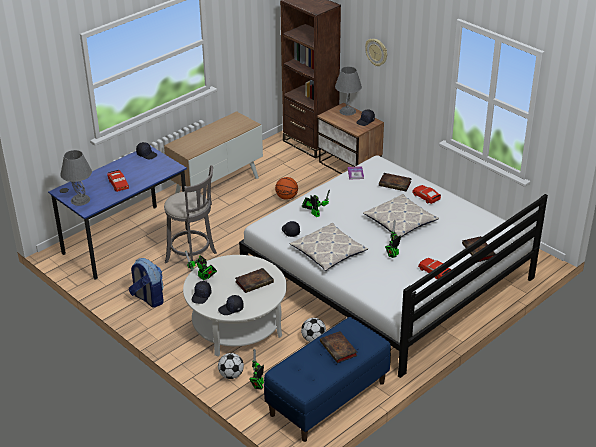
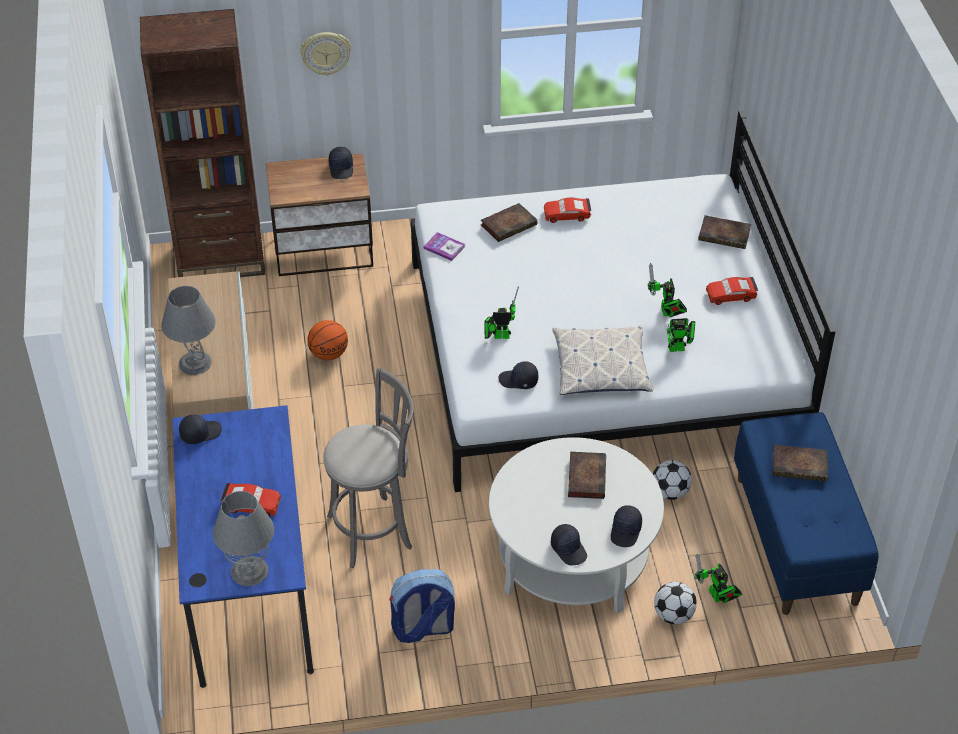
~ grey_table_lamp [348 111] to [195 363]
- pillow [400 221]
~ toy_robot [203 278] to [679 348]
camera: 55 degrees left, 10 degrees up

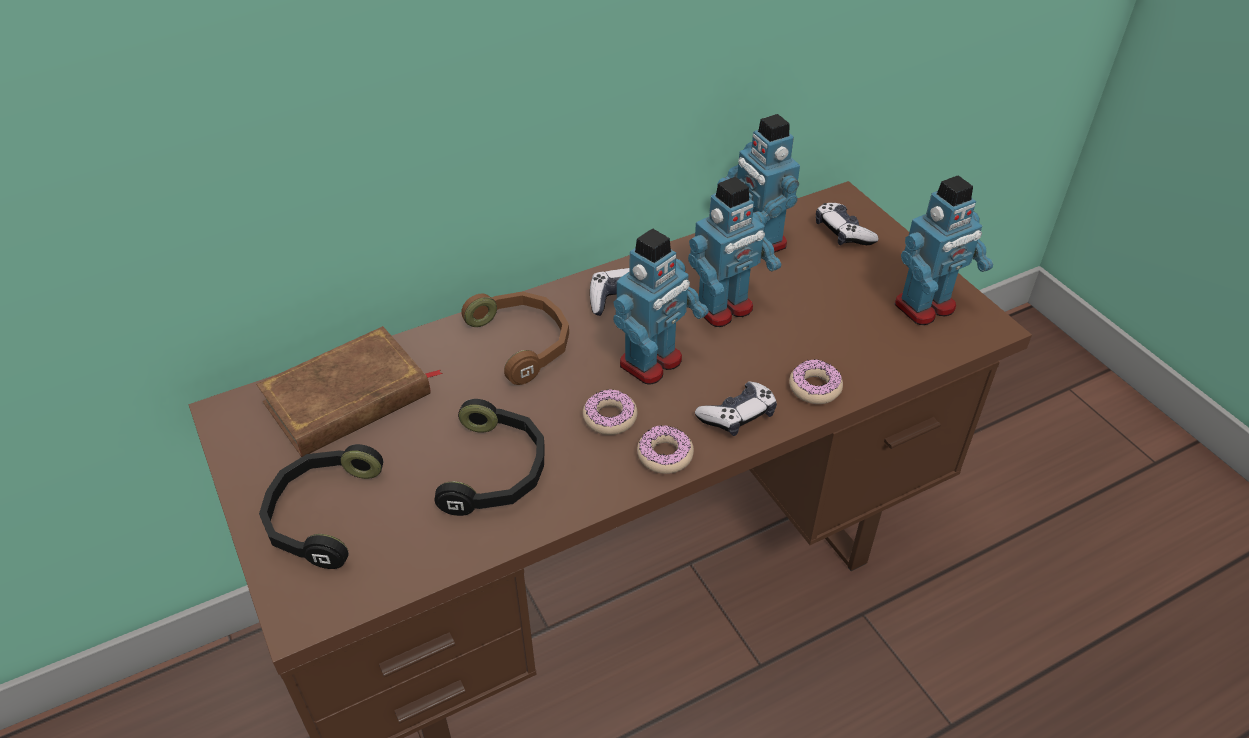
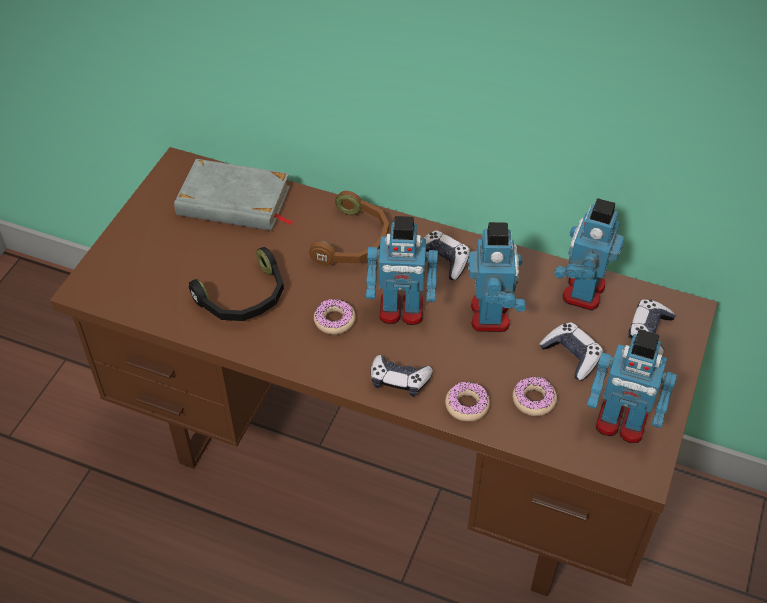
~ toy_robot [724 309] = [491 315] 105 degrees counterclockwise
~ brown_book [348 399] to grey_book [234 202]
~ donut [665 455] to [533 400]
- black_headphones [321 514]
+ game_controller [571 356]
camera: 50 degrees right, 5 degrees up

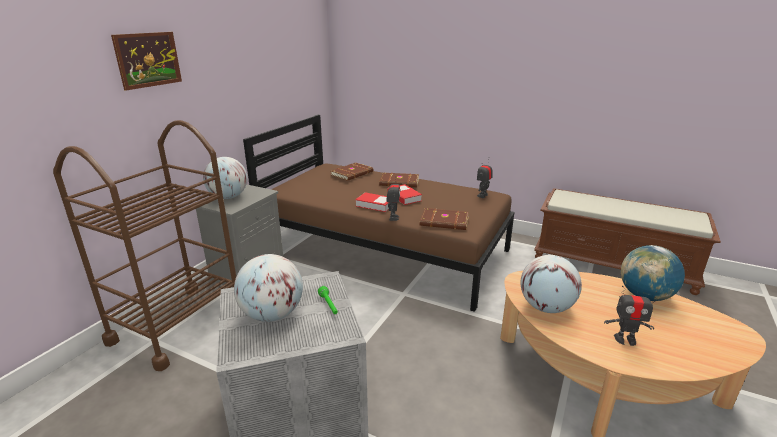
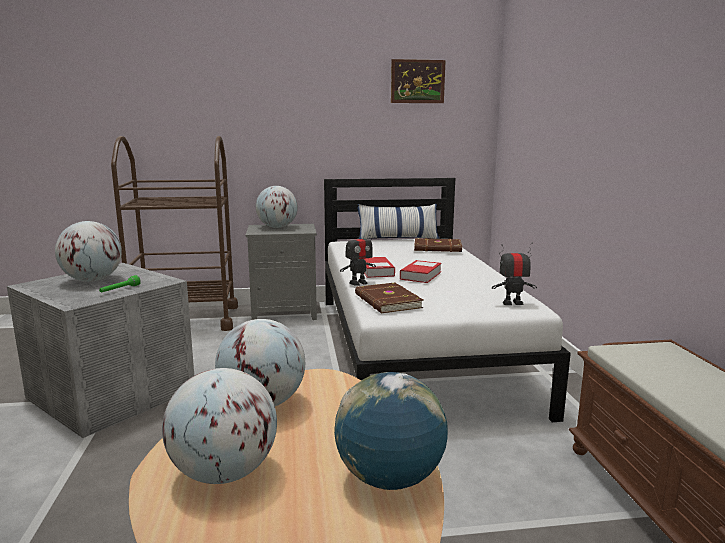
~ picture [148 59] to [417 81]
~ brown_bed [384 249] to white_bed [416 348]
- brown_book [399 182]
~ toy_robot [625 339] to globe [224 473]
+ pillow [397 239]
camera: 55 degrees right, 10 degrees down

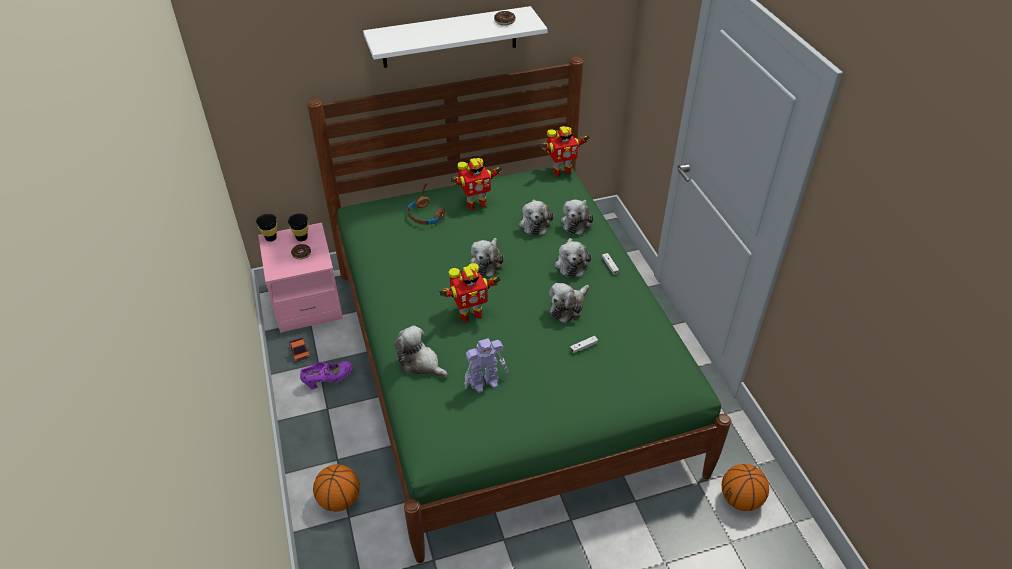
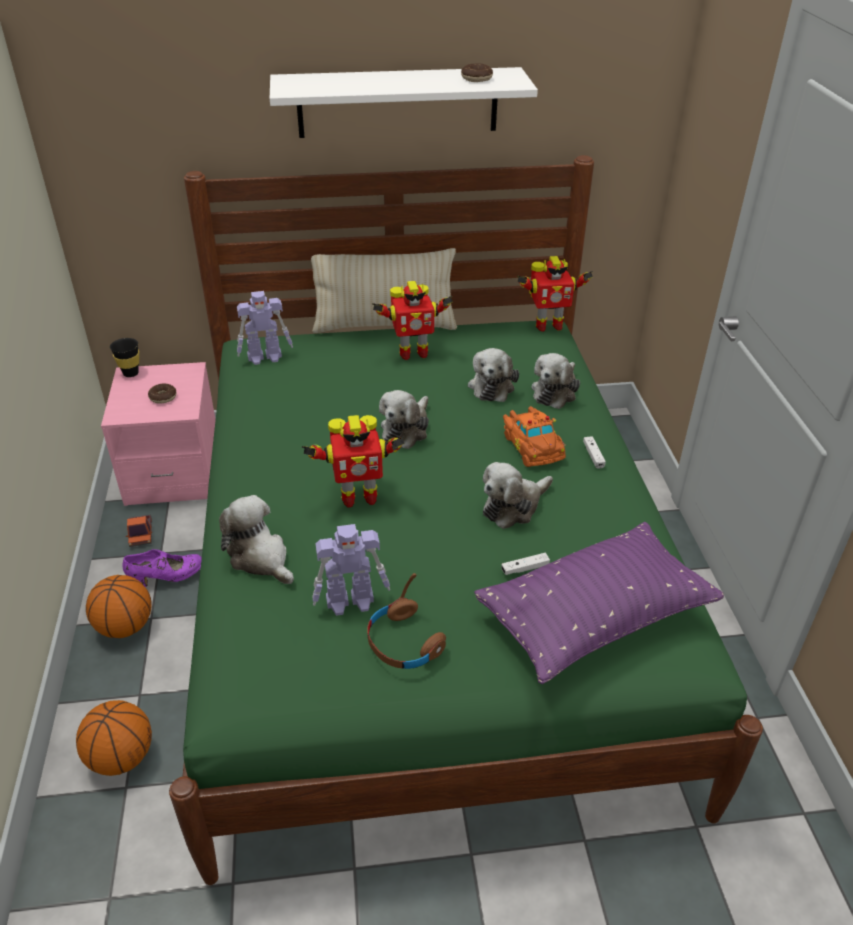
~ brown_headphones [425 216] to [403 643]
- black_cup [302 238]
~ plush_toy [571 263] to orange_toy_car [533 445]
~ basketball [740 499] to [125 626]
+ beige_pillow [384 325]
+ toy_robot [266 357]
+ purple_pillow [594 617]
camera: 10 degrees right, 5 degrees down

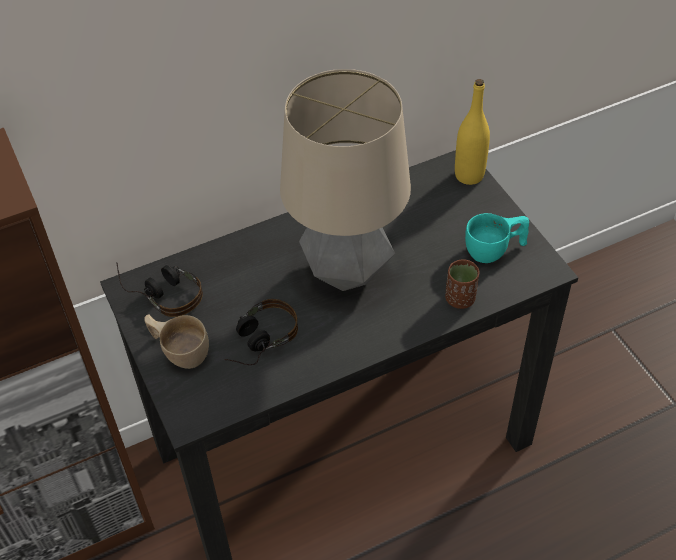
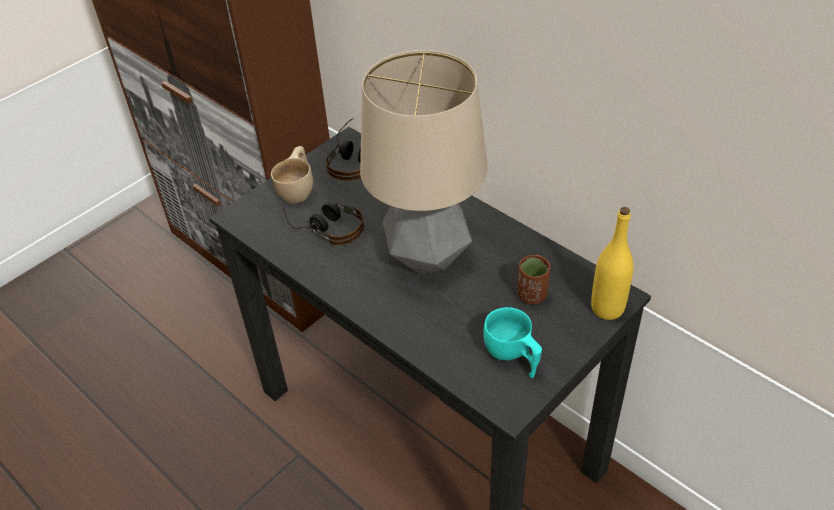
~ brown_cup [460 299] to [532 295]
camera: 70 degrees right, 5 degrees down

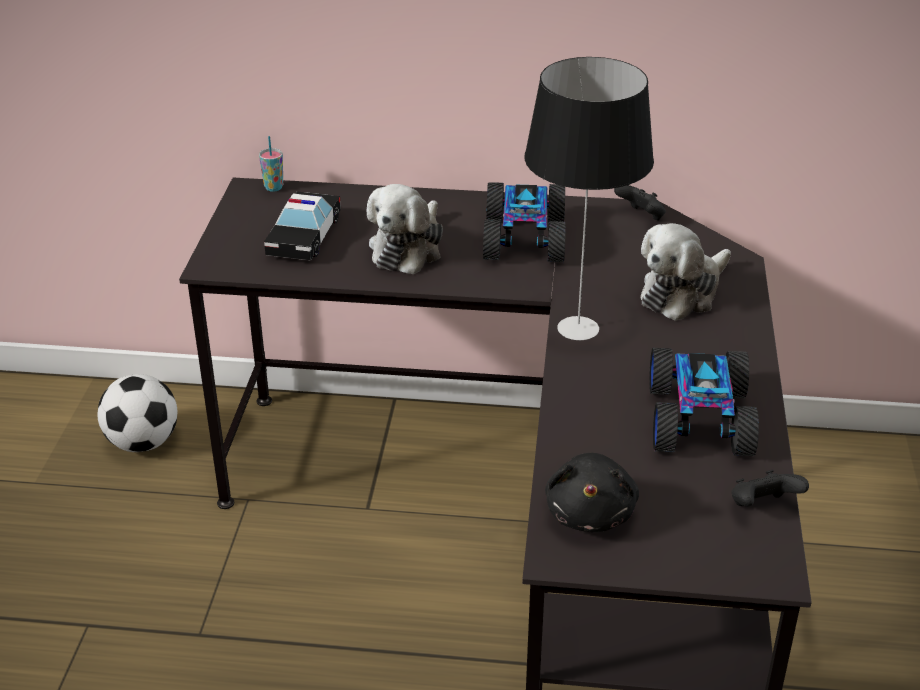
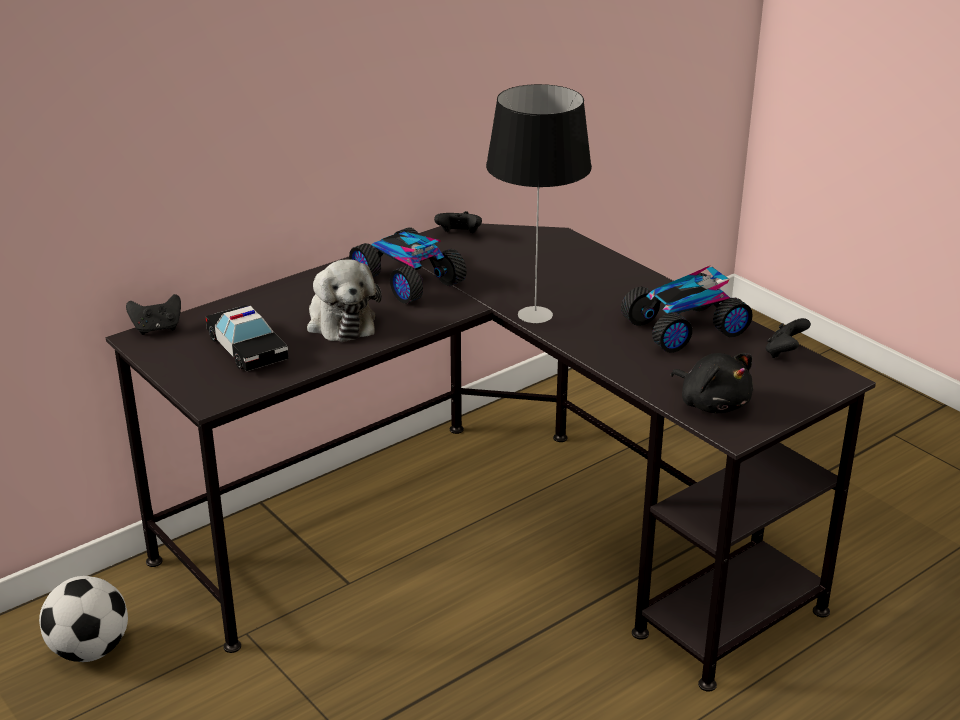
~ cup [274 187] to black_game_controller [157 329]
- plush_toy [682 293]
~ toy_car [701 419] = [683 327] 75 degrees counterclockwise
camera: 45 degrees left, 5 degrees down

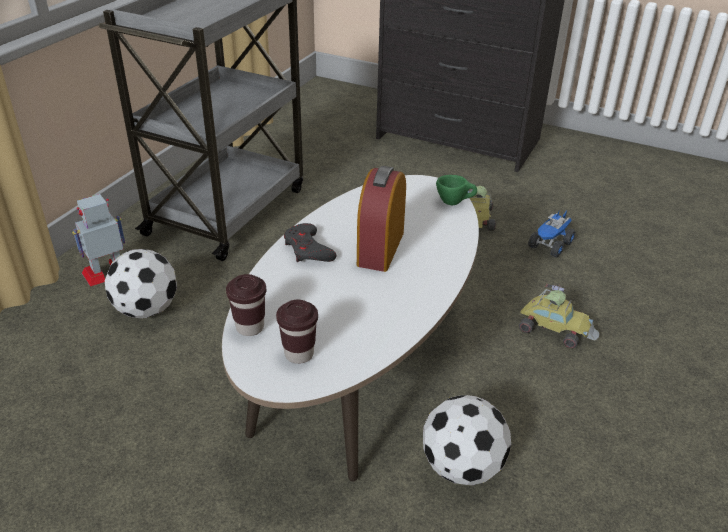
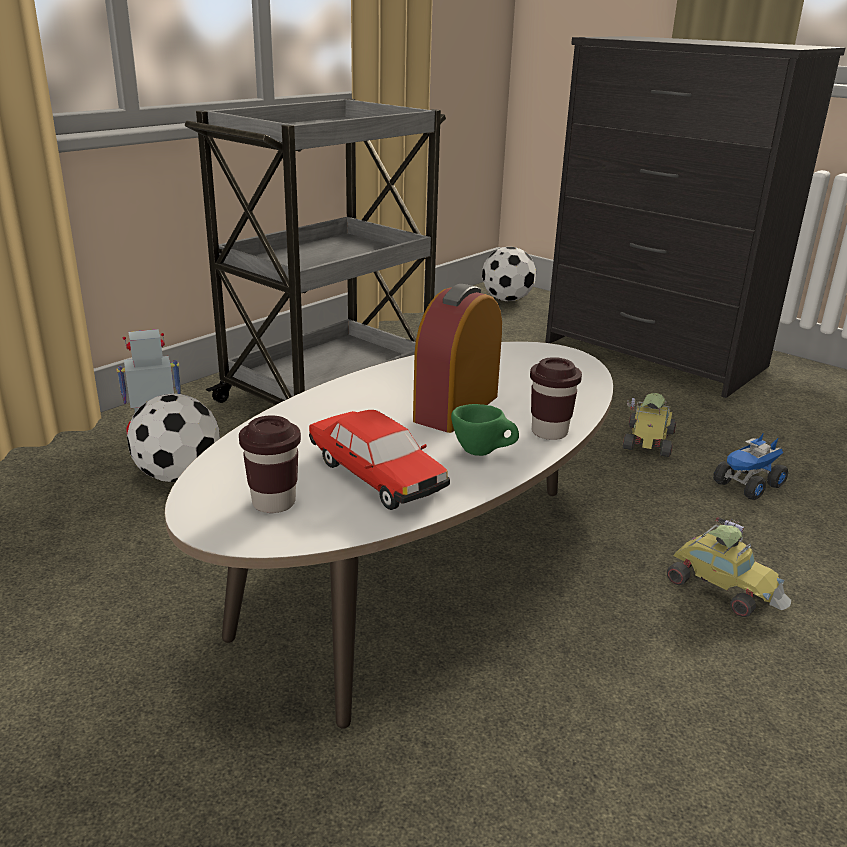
~ green_cup [454 202] to [484 452]
- grey_game_controller [308 249]
~ brown_cup [250 327] to [549 432]
~ football [461 466] to [507 299]
+ toy_car [375 475]
camera: 15 degrees right, 10 degrees down

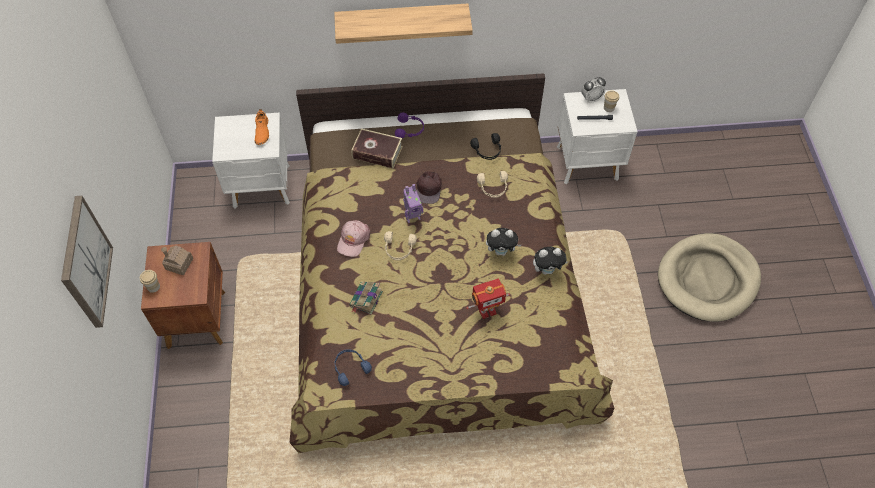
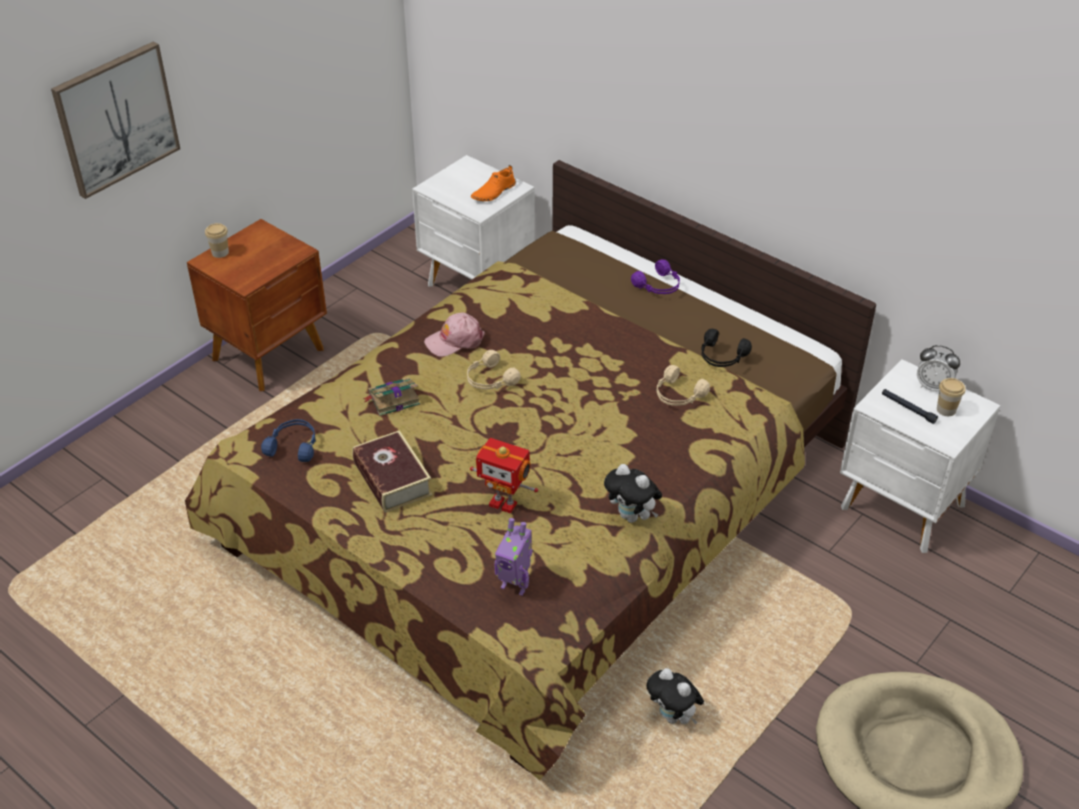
- shelf [402 21]
~ book [377 152] to [392 479]
- brown_cap [429 189]
~ toy_robot [412 217] to [515 585]
~ plush_toy [501 251] to [673 716]
- toy_house [179 264]
camera: 45 degrees right, 15 degrees down

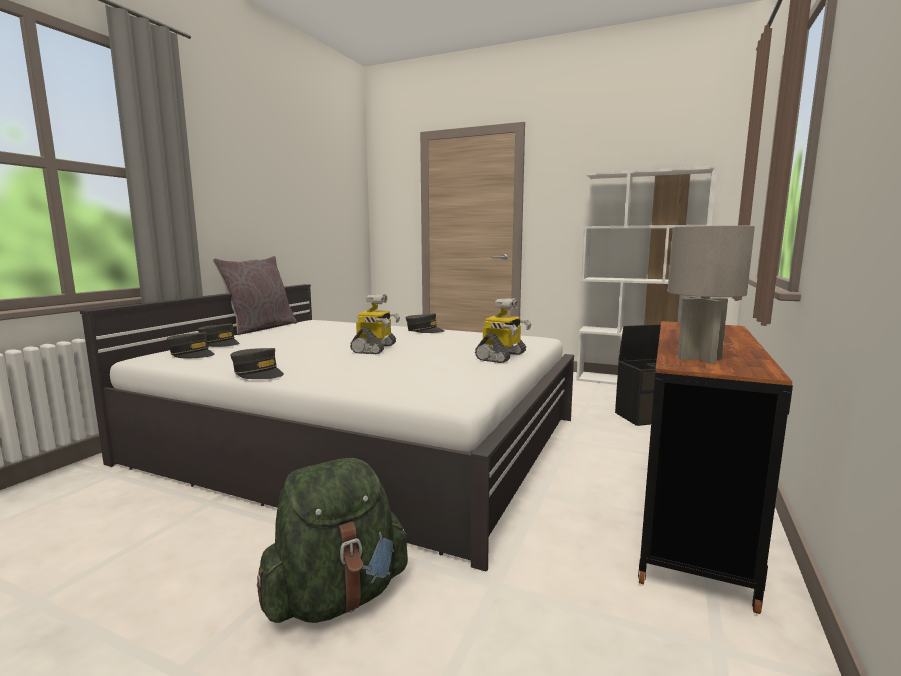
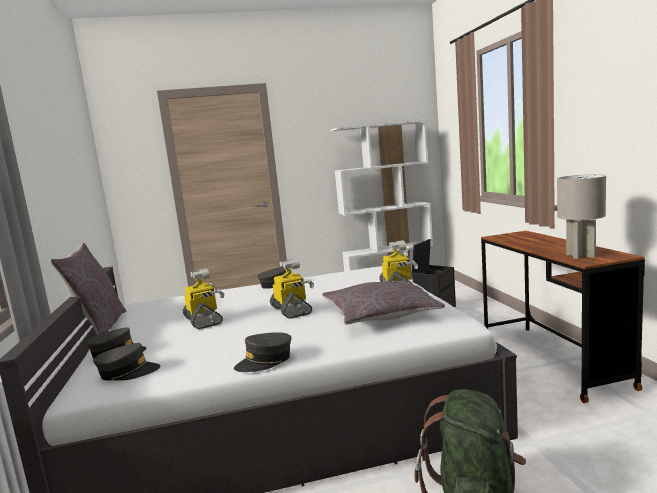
~ grey_cap [258 373] = [265 361] 150 degrees clockwise
+ toy_robot [204 320]
+ grey_pillow [380 314]
camera: 35 degrees left, 0 degrees up

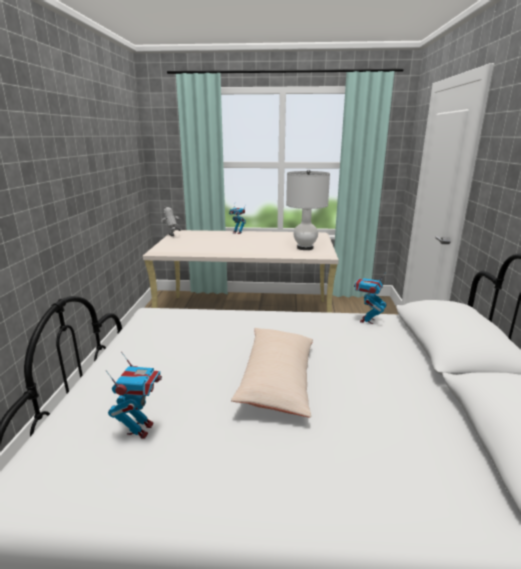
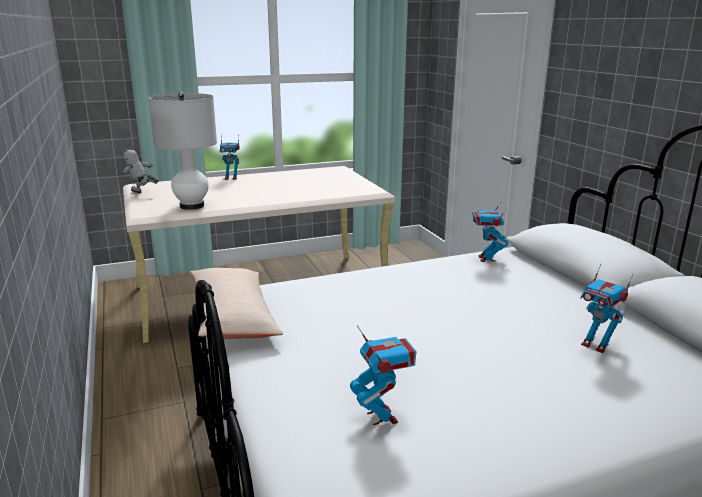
~ white_table_lamp [305 248] to [192 206]
~ beige_pillow [278 379] to [233 316]
+ toy_robot [596 345]
camera: 25 degrees left, 0 degrees up

